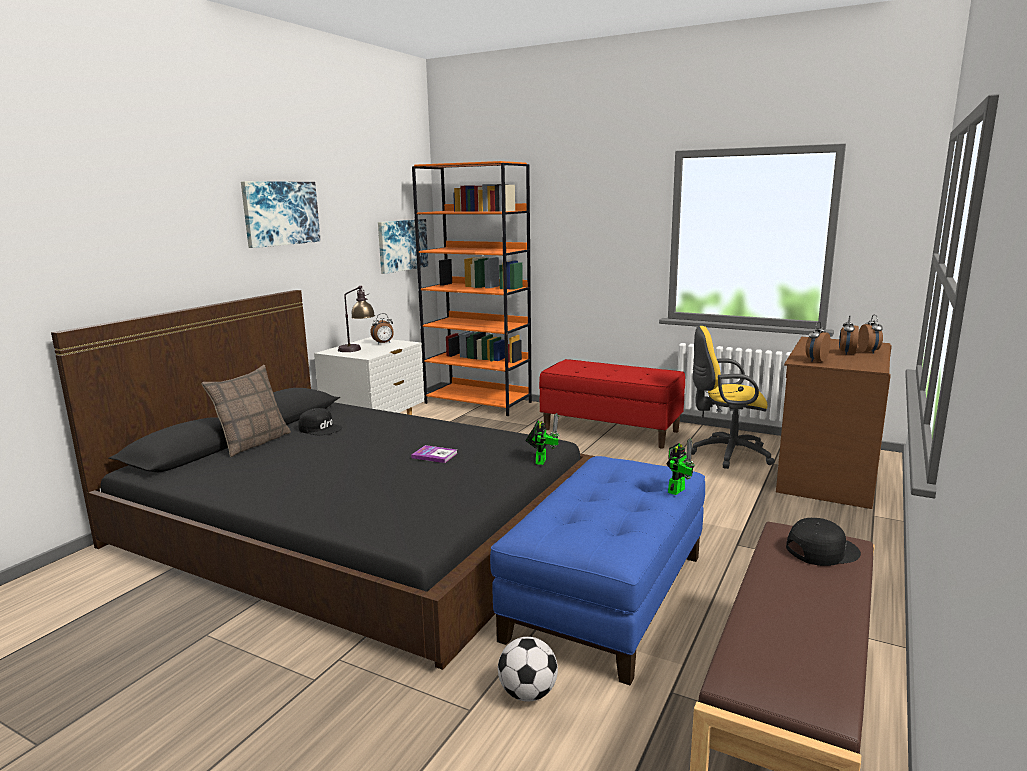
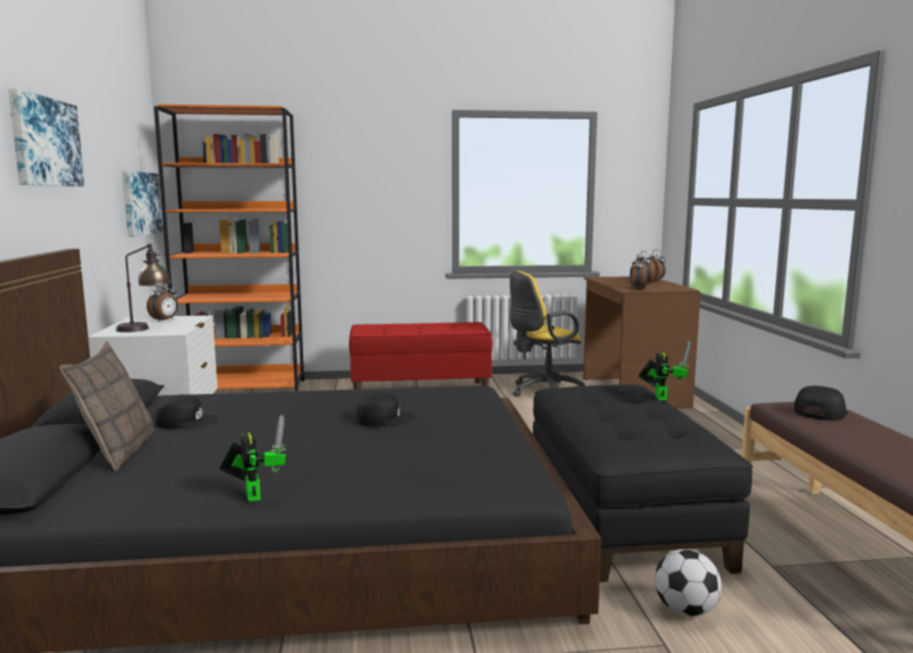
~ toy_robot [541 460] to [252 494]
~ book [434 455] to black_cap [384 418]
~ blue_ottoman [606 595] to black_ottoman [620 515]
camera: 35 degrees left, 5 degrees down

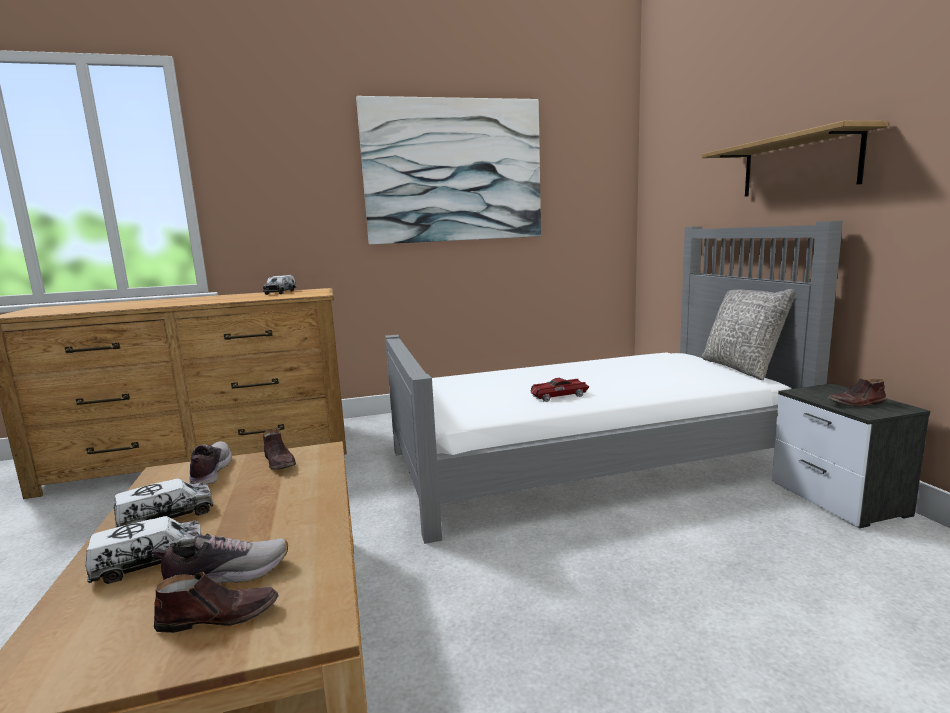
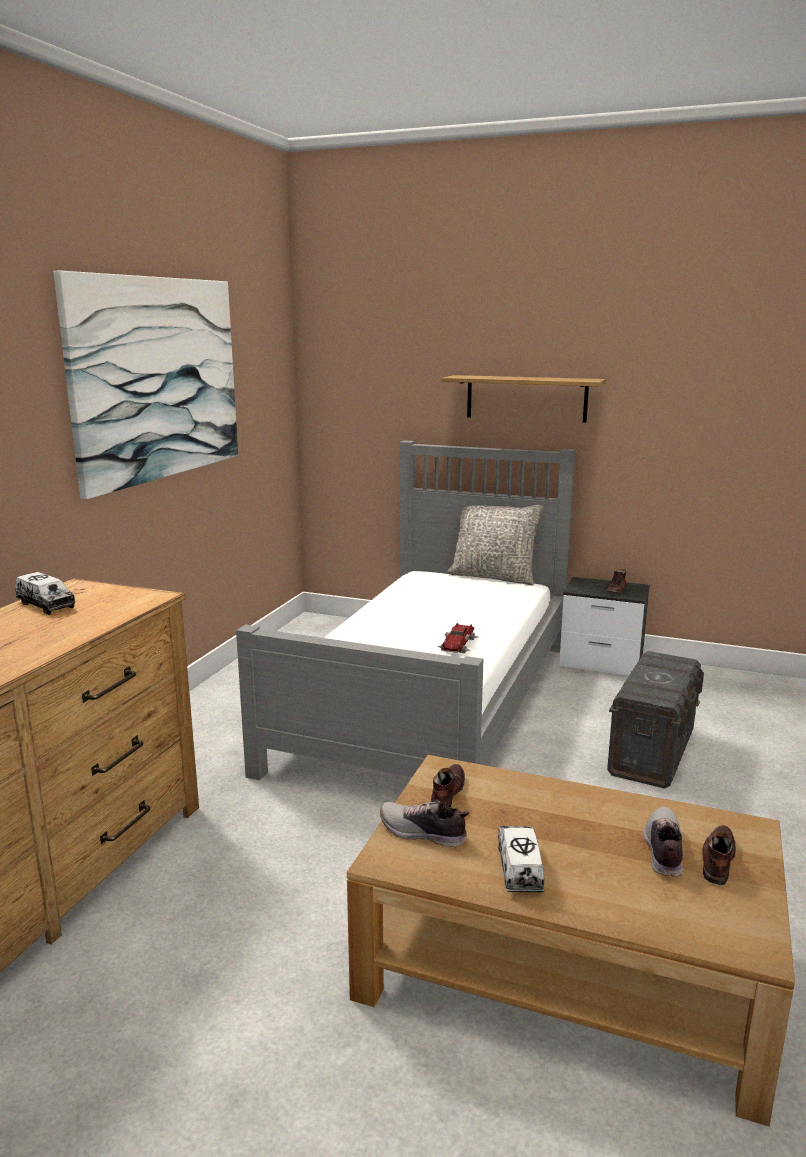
~ brown_shoe [280 462] = [446 793] 75 degrees counterclockwise
- toy_truck [150 562]
+ grey_storage_box [652 752]
camera: 55 degrees left, 5 degrees up

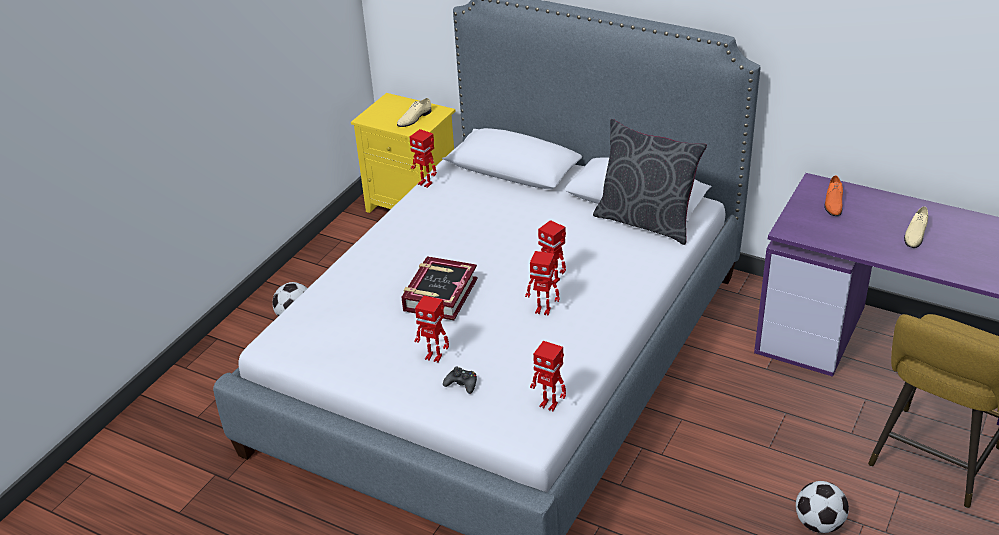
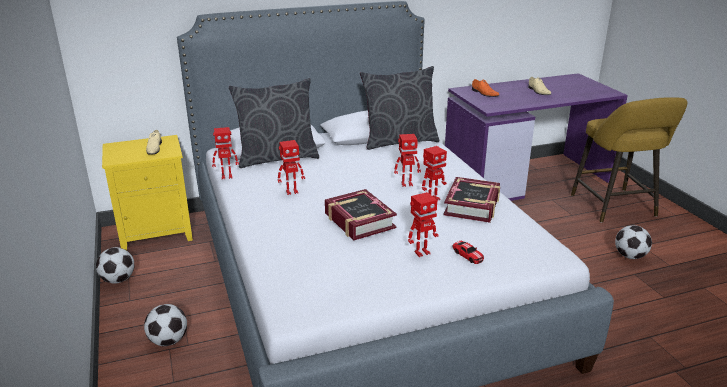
~ toy_robot [549 404] to [291 192]
~ black_game_controller [462 384] to toy_car [468 255]
+ grey_pillow [277 158]
+ book [472 206]
+ football [118 280]
camera: 50 degrees left, 10 degrees down

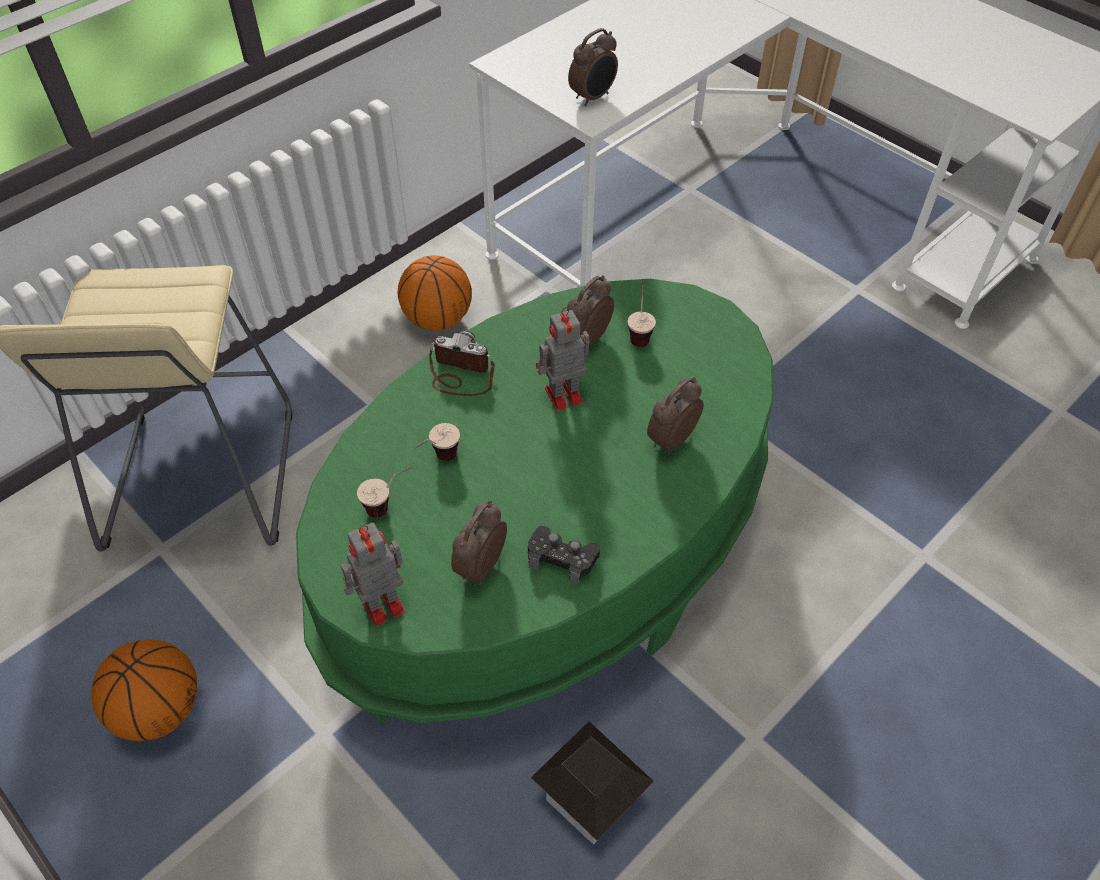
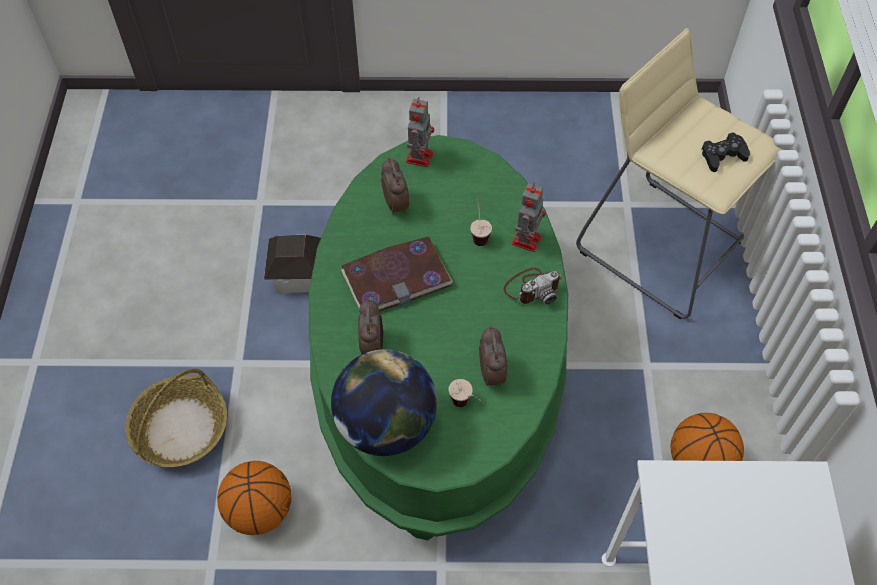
- alarm_clock [593 97]
~ toy_robot [561 395] to [527 239]
- cup [390 505]
~ black_game_controller [562 558] to [722 156]
~ basketball [160 709] to [260 511]
+ book [396 278]
+ globe [386 425]
+ basket [181 428]
camera: 135 degrees right, 5 degrees up

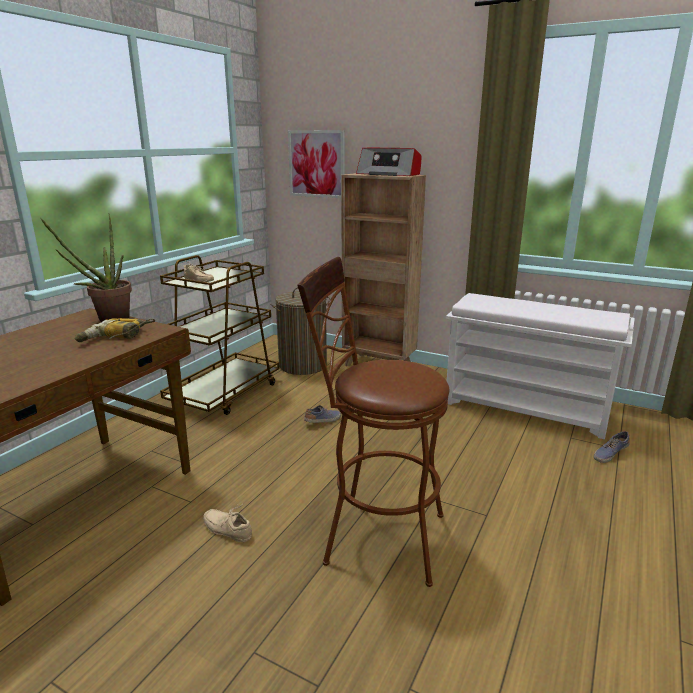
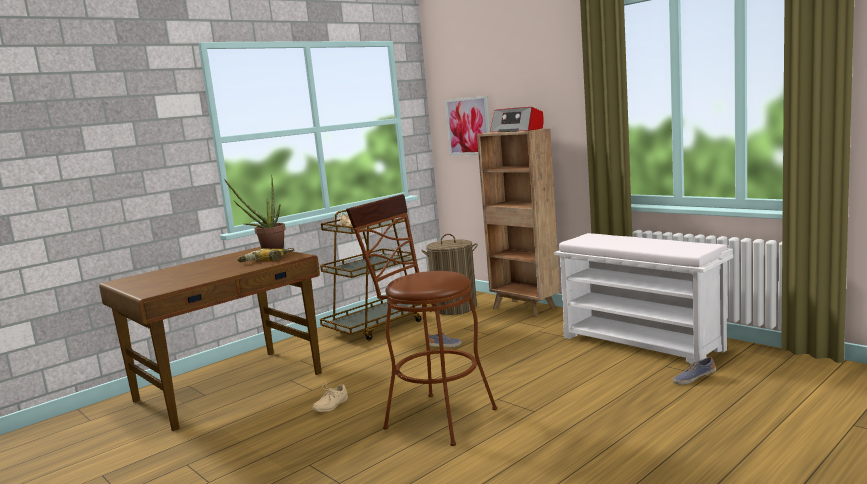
~ beige_shoe [229 528] = [329 405] 105 degrees counterclockwise
camera: 20 degrees right, 10 degrees down

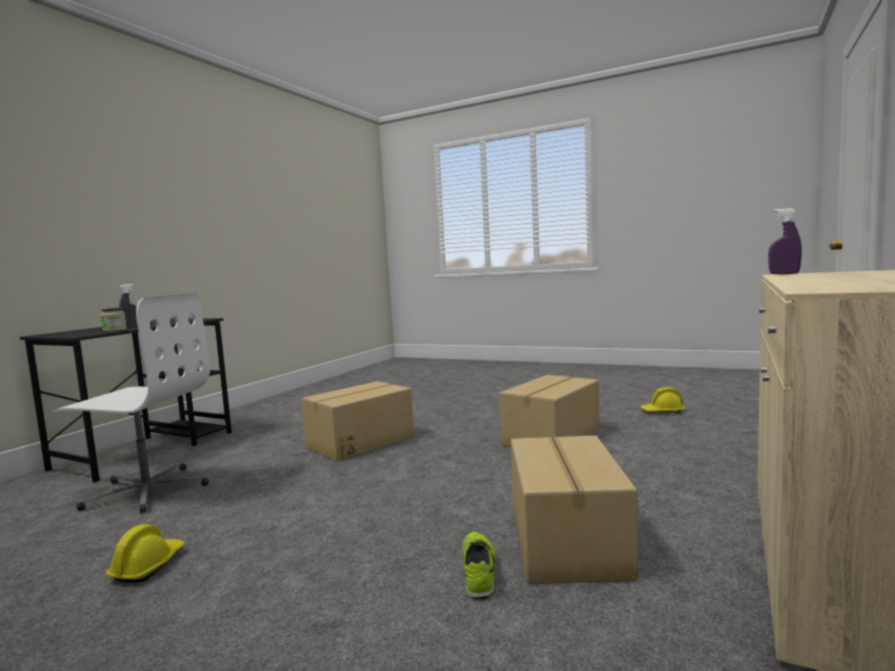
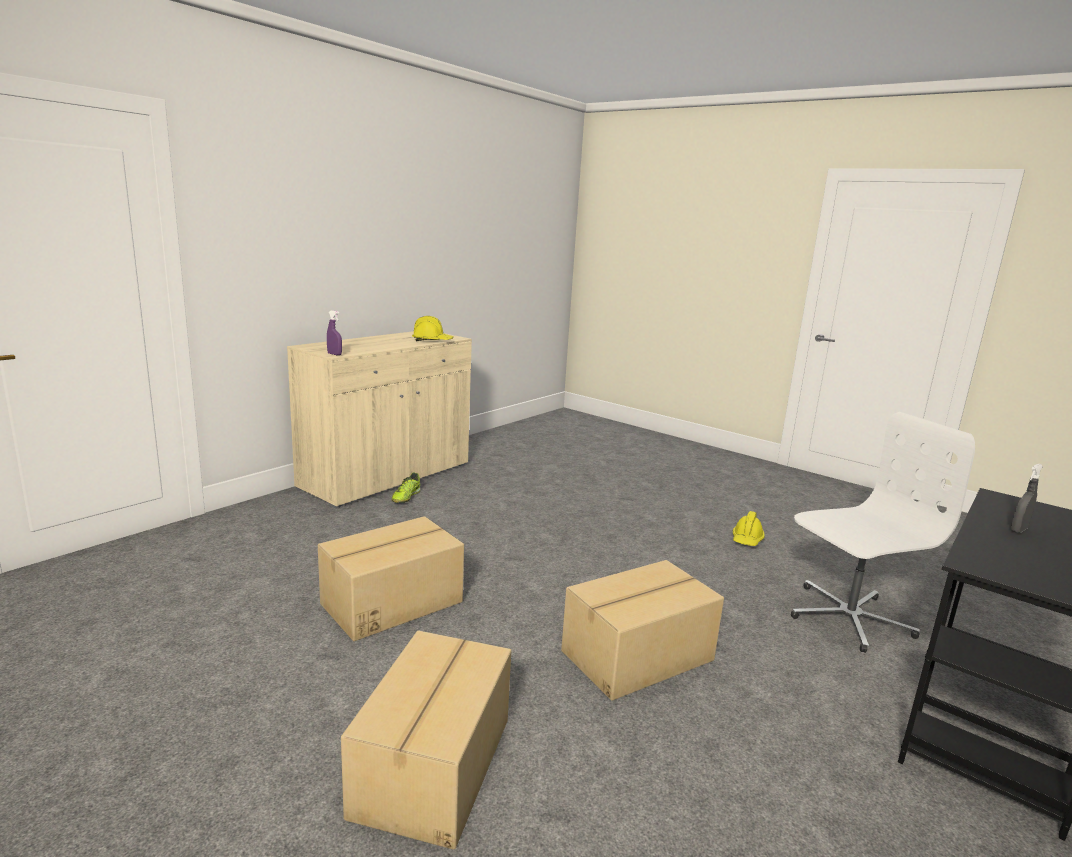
~ white_office_chair [147 490] = [848 617] 135 degrees clockwise
- jar [115 330]
~ yellow_hard_hat [662 411] to [432 341]
~ cardboard_box [565 540] to [436 766]
~ shoe [479 571] to [406 497]
camera: 170 degrees left, 10 degrees up

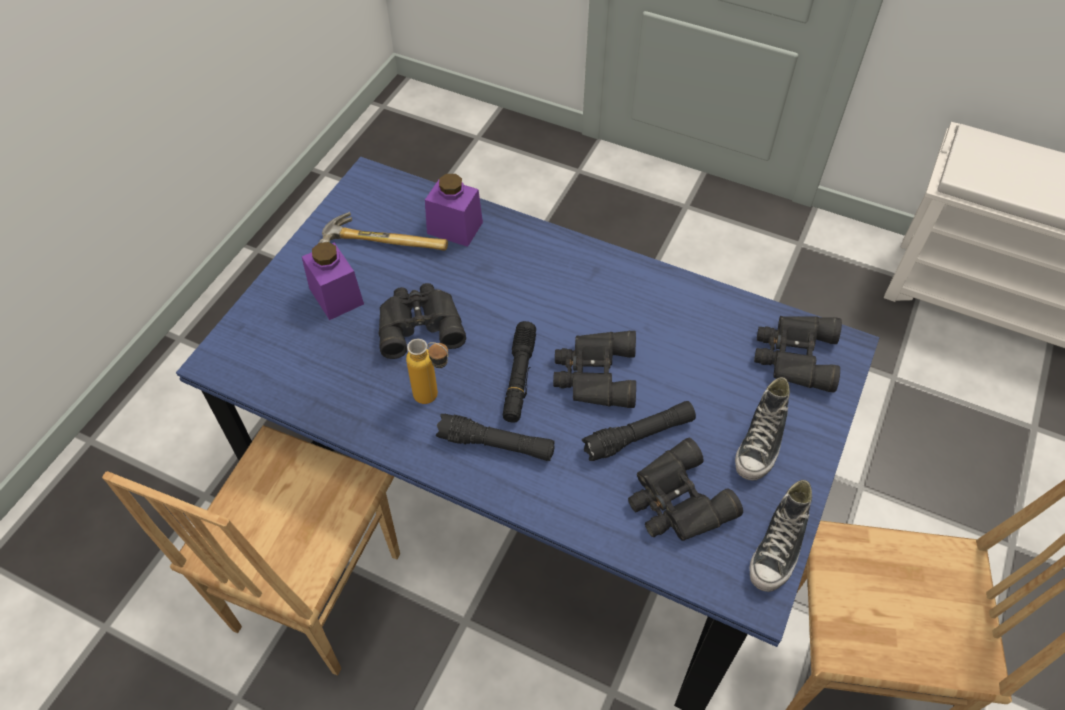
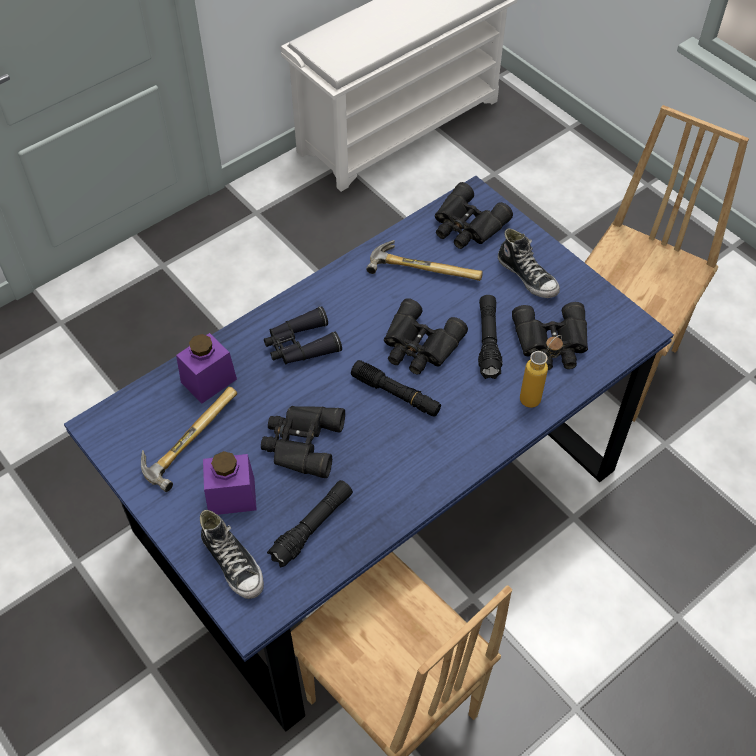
~ bottle [434 398] to [536 395]
~ black_flashlight [496 444] to [312 527]
~ shoe [778 547] to [233 563]
+ hammer [425 266]
+ black_binoculars [300 345]
camera: 65 degrees left, 0 degrees up

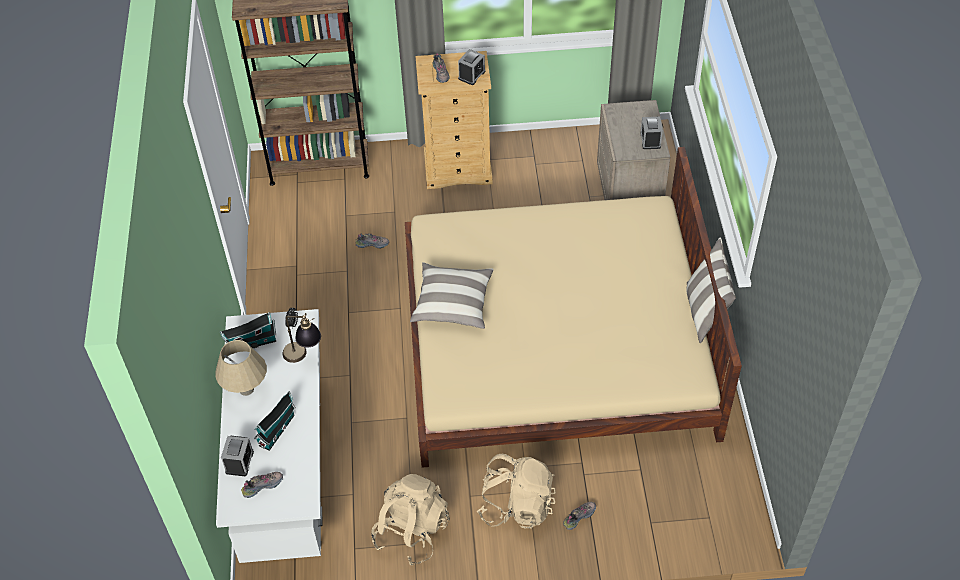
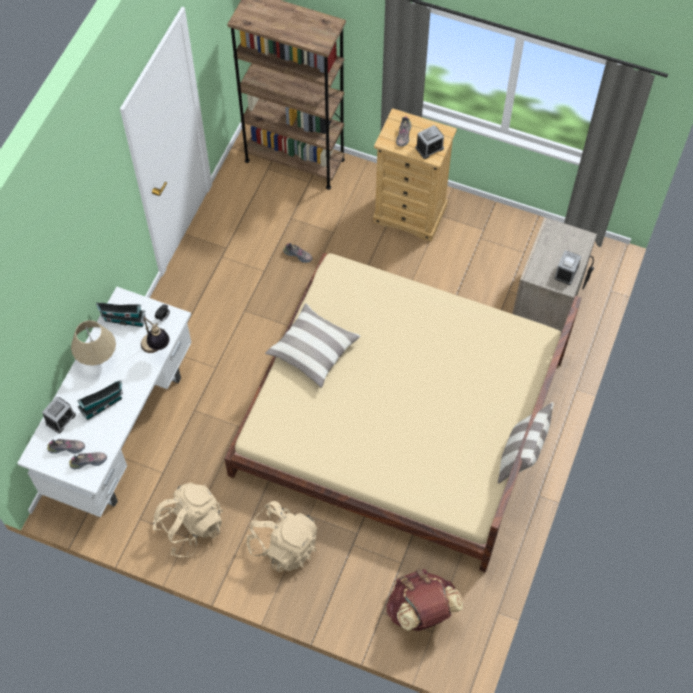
~ shoe [579 516] to [89 461]
+ brown_backpack [421 611]
camera: 25 degrees right, 10 degrees up

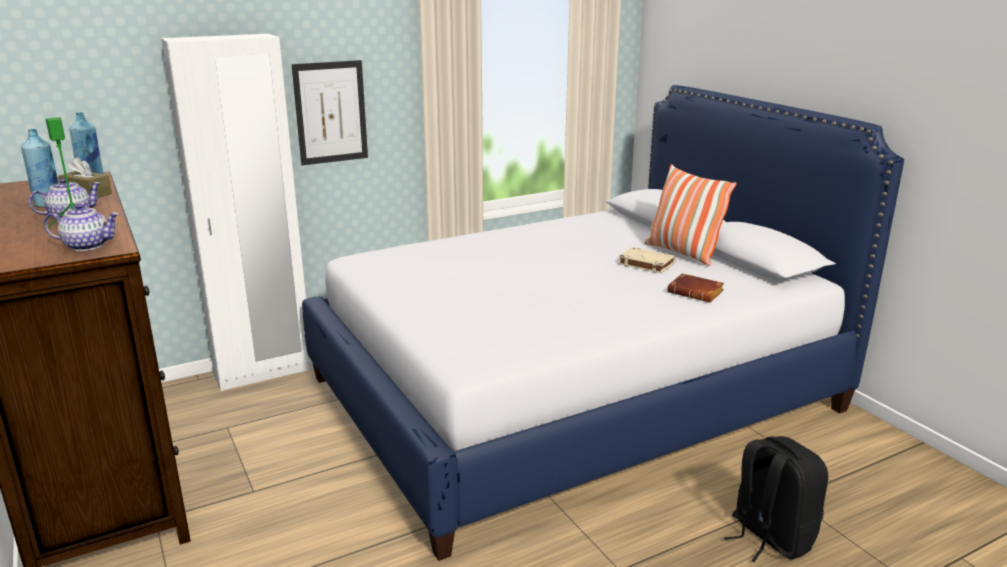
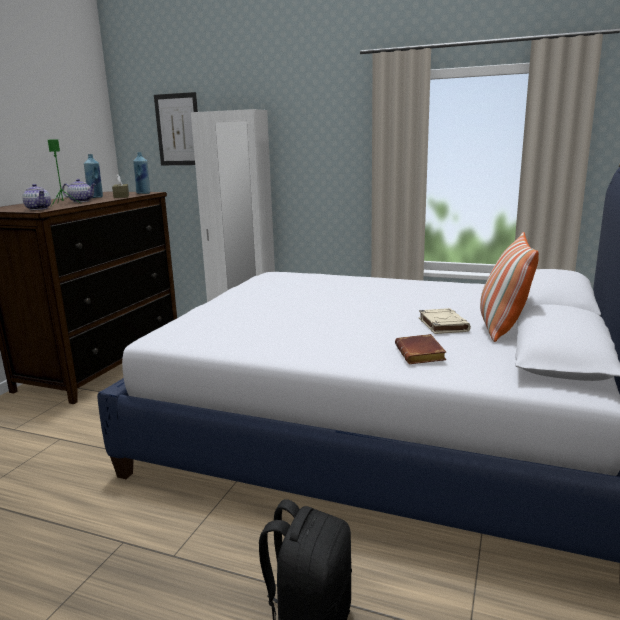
~ picture [331 112] to [178 130]
camera: 50 degrees right, 5 degrees down

